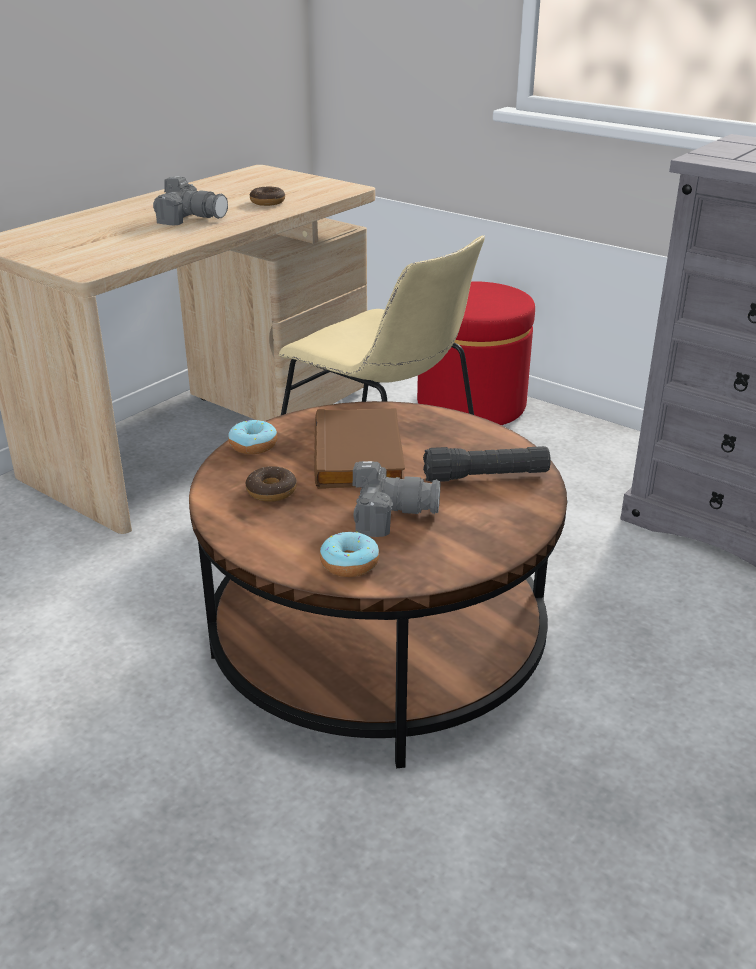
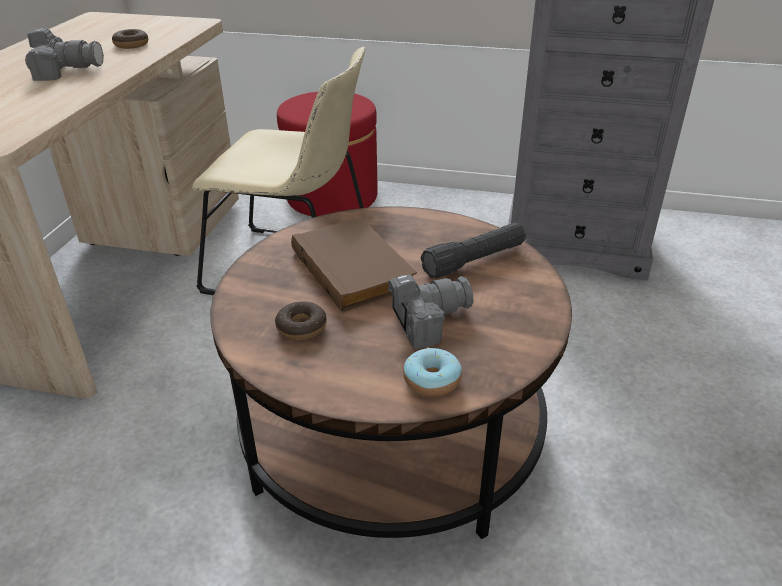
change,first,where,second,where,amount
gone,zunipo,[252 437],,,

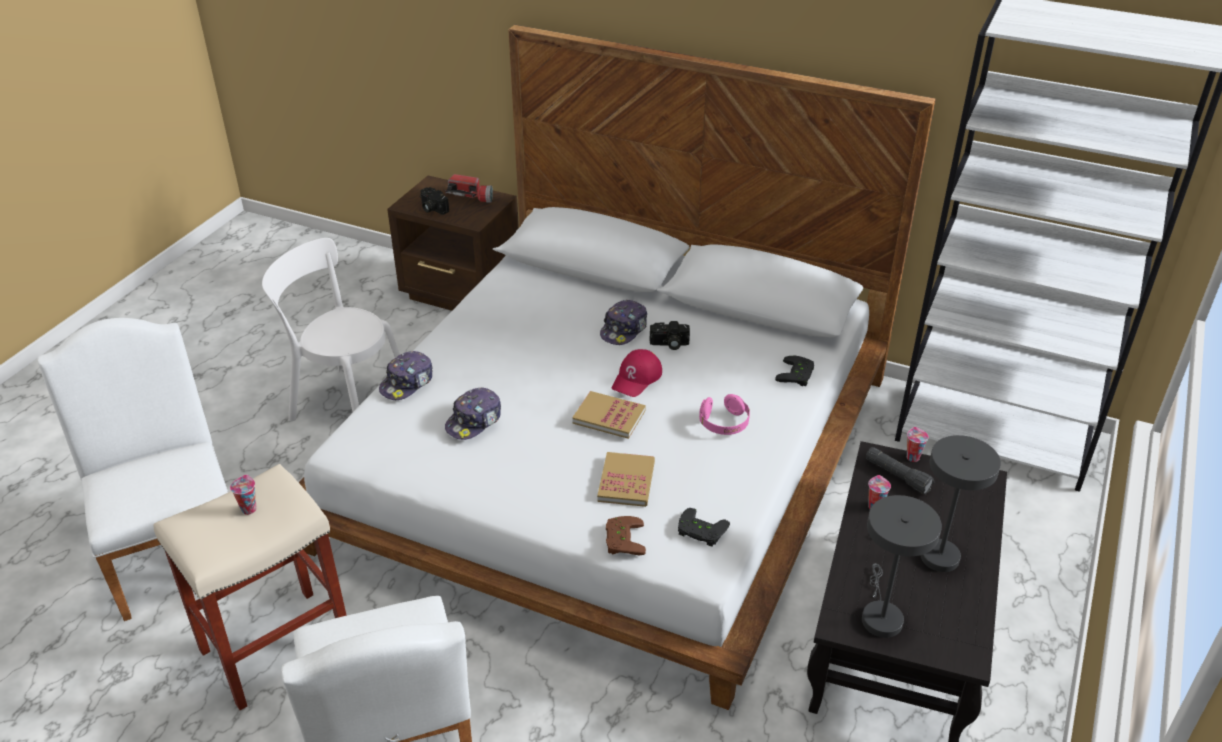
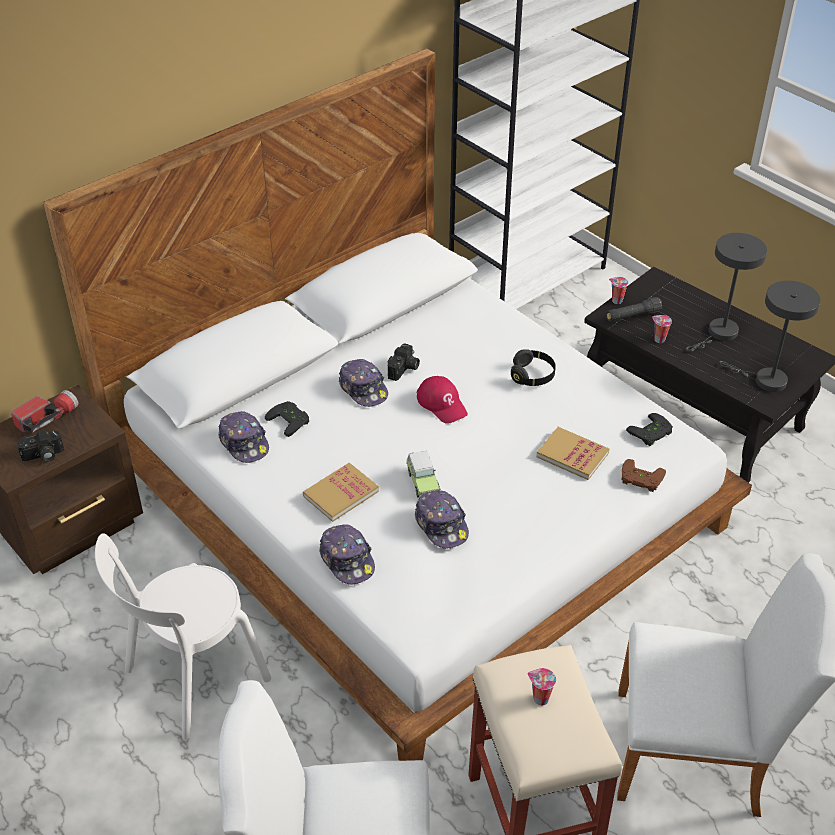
change,first,where,second,where,amount
new,,,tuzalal,[243 437],
new,,,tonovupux,[423 474],
shifted,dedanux,[609 415],,[341 492],
shifted,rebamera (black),[794 371],,[287 419],
repainted,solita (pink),[724 414],solita (black),[533 367],

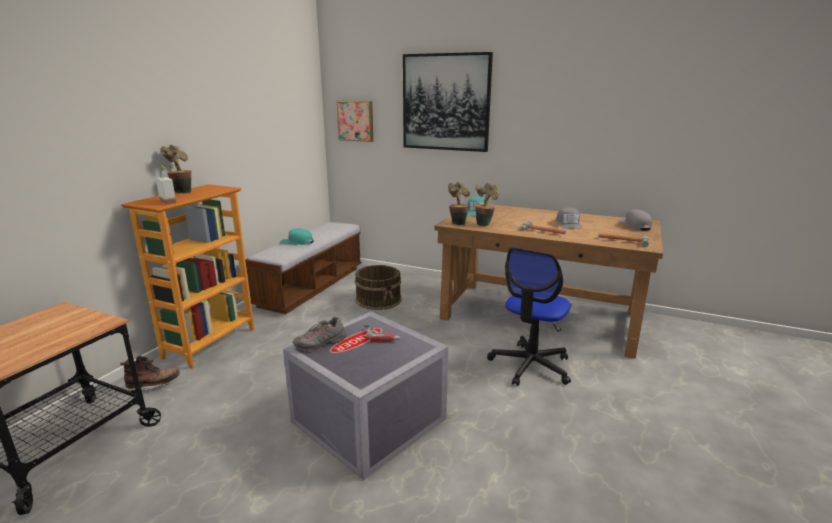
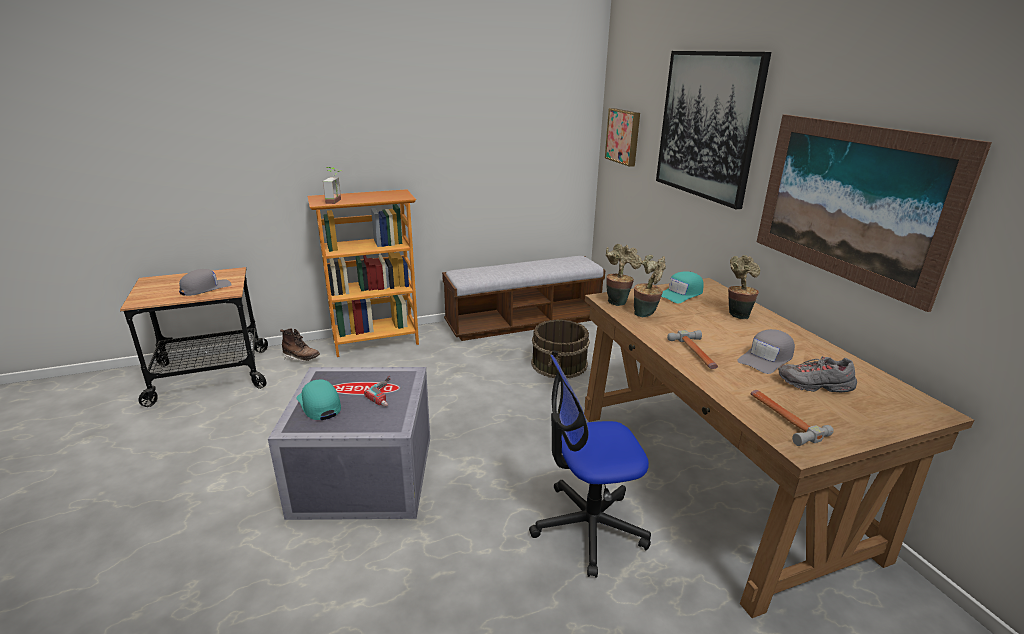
change,first,where,second,where,amount
new,,,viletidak,[874 213],
shifted,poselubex,[175 169],,[744 287],
shifted,tuzalal (turquoise),[297 237],,[318 400],
shifted,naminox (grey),[319 334],,[817 374],
shifted,tuzalal (grey),[635 219],,[205 282],

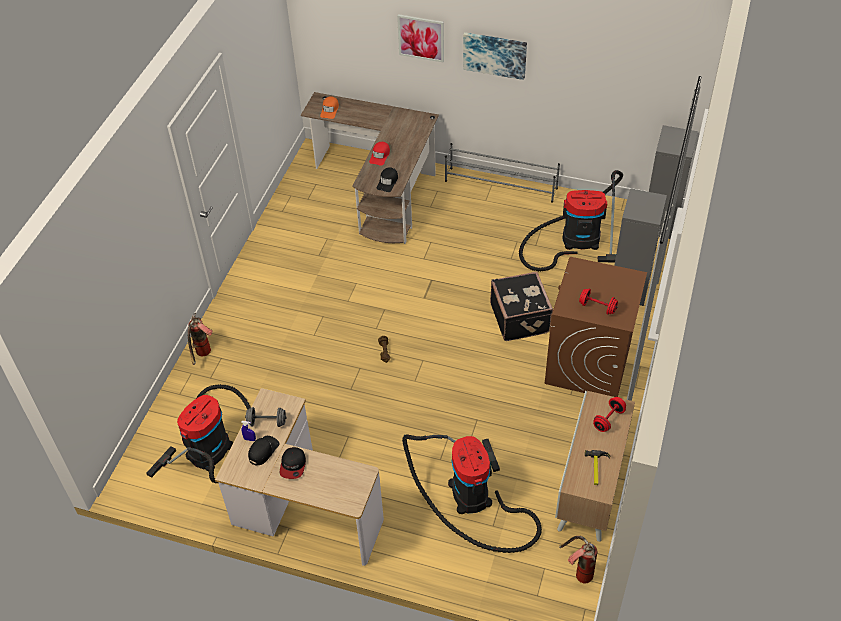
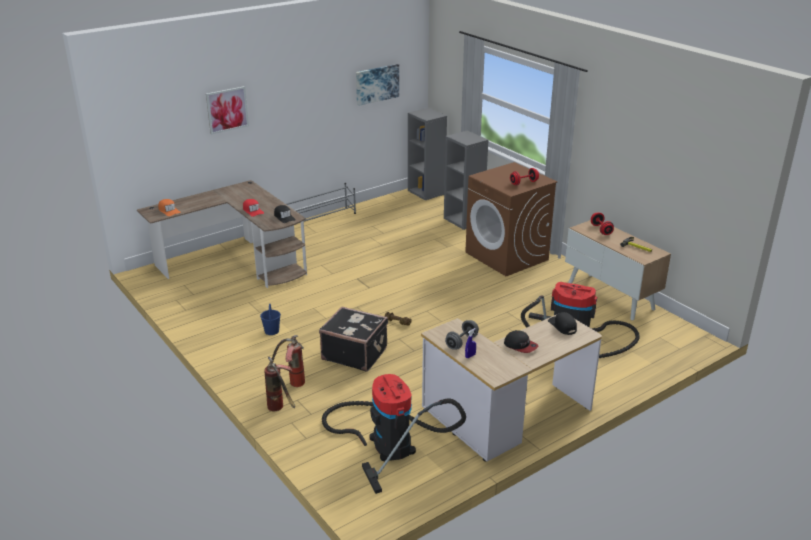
change,first,where,second,where,amount
gone,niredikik,[571 220],,,
new,,,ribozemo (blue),[270 319],
shifted,tuzalal (black),[264 451],,[562 323],
shifted,viletidak,[495 56],,[377 85],
shifted,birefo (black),[521 306],,[353 338],
shifted,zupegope,[578 559],,[288 361],

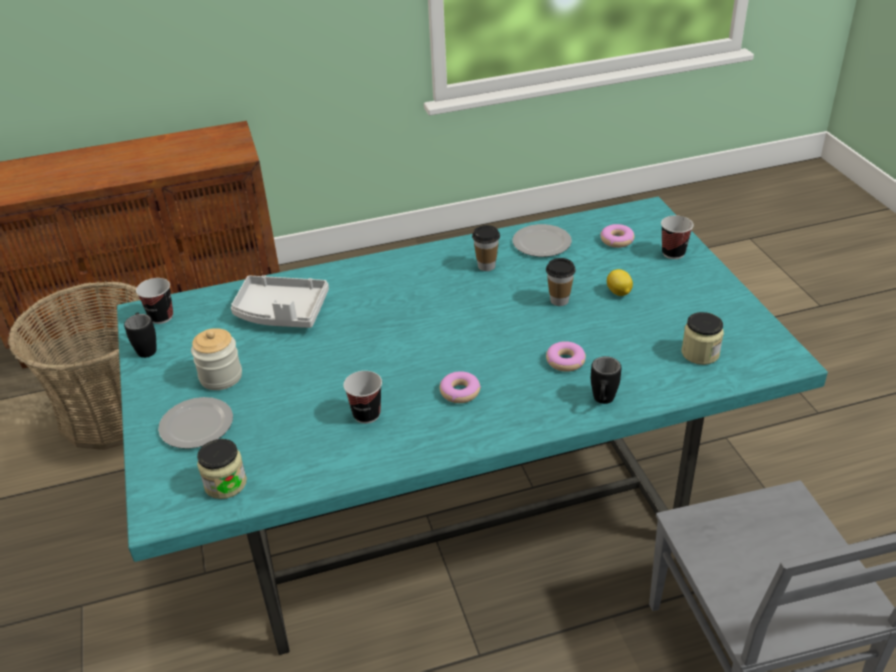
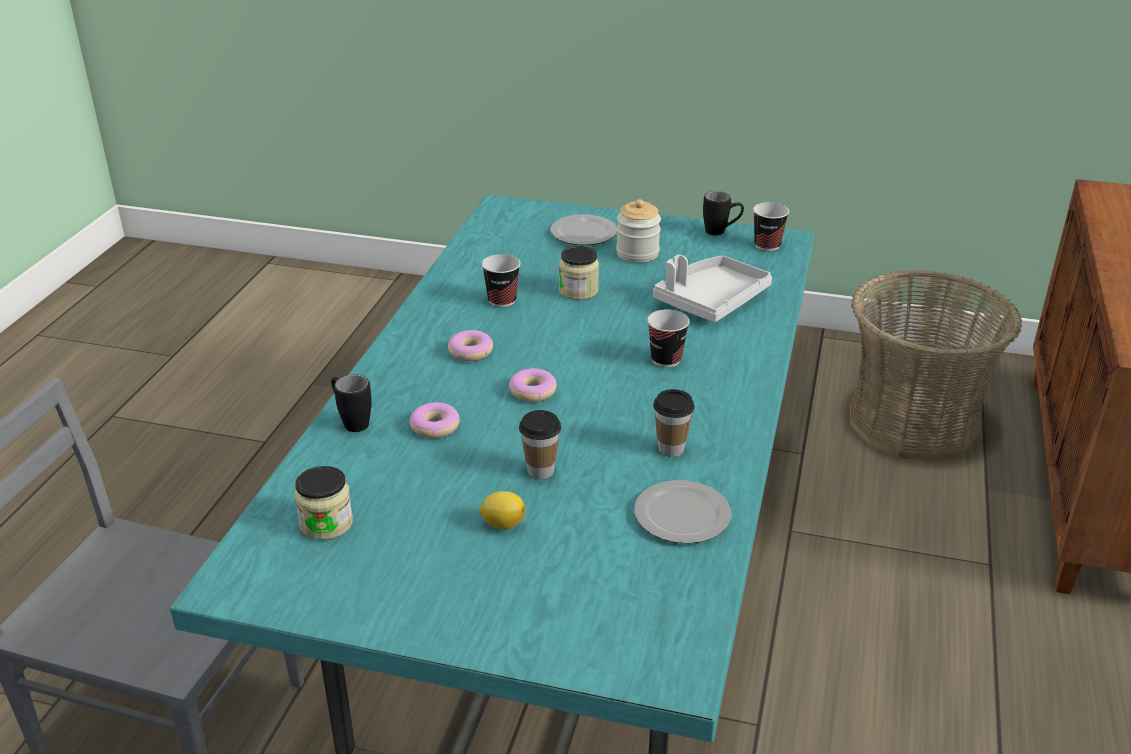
change,first,where,second,where,amount
shifted,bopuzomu,[222 469],,[579 273],
shifted,zunipo,[617 236],,[533 385],
shifted,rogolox,[677 237],,[668 338],

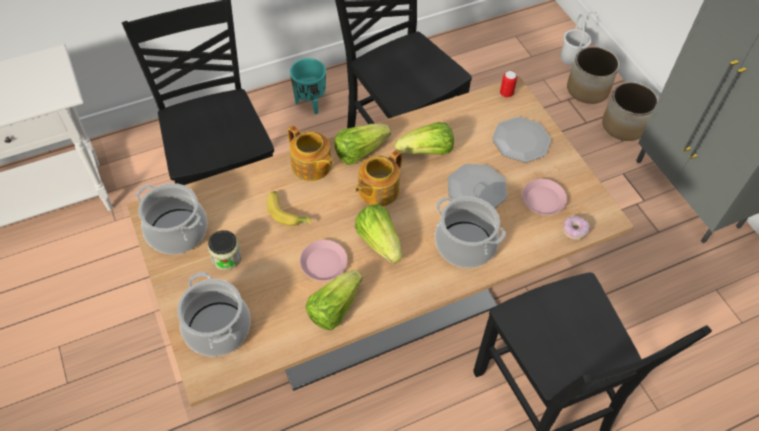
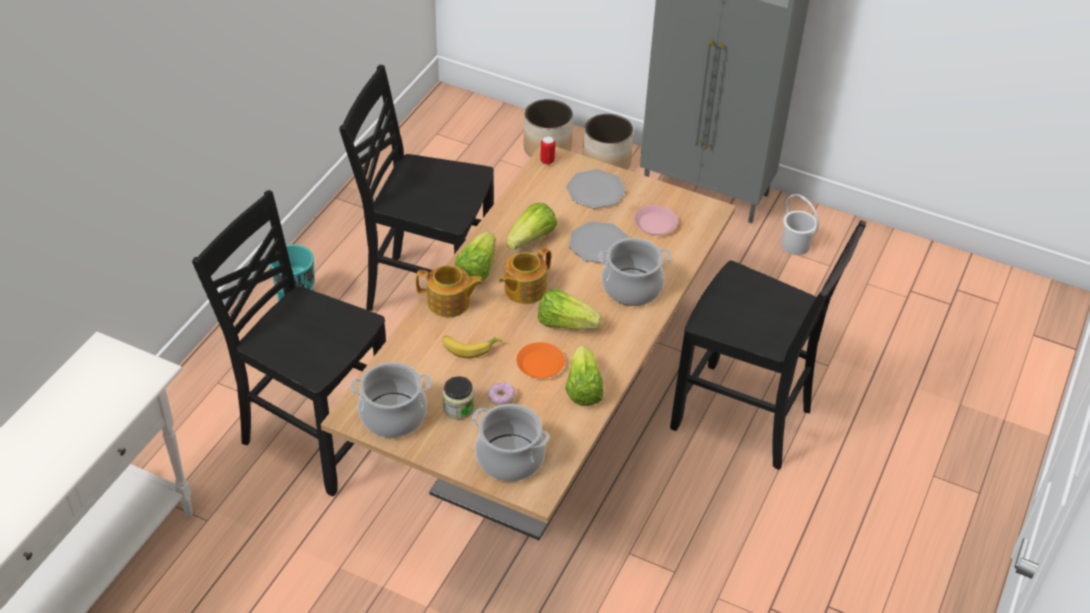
change,first,where,second,where,amount
shifted,ribozemo (white),[575 40],,[800 224],
shifted,zunipo,[576 228],,[501 394],
repainted,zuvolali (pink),[324 260],zuvolali (orange),[540 360],
rotated,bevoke,[378 178],,[525 275],45 degrees clockwise

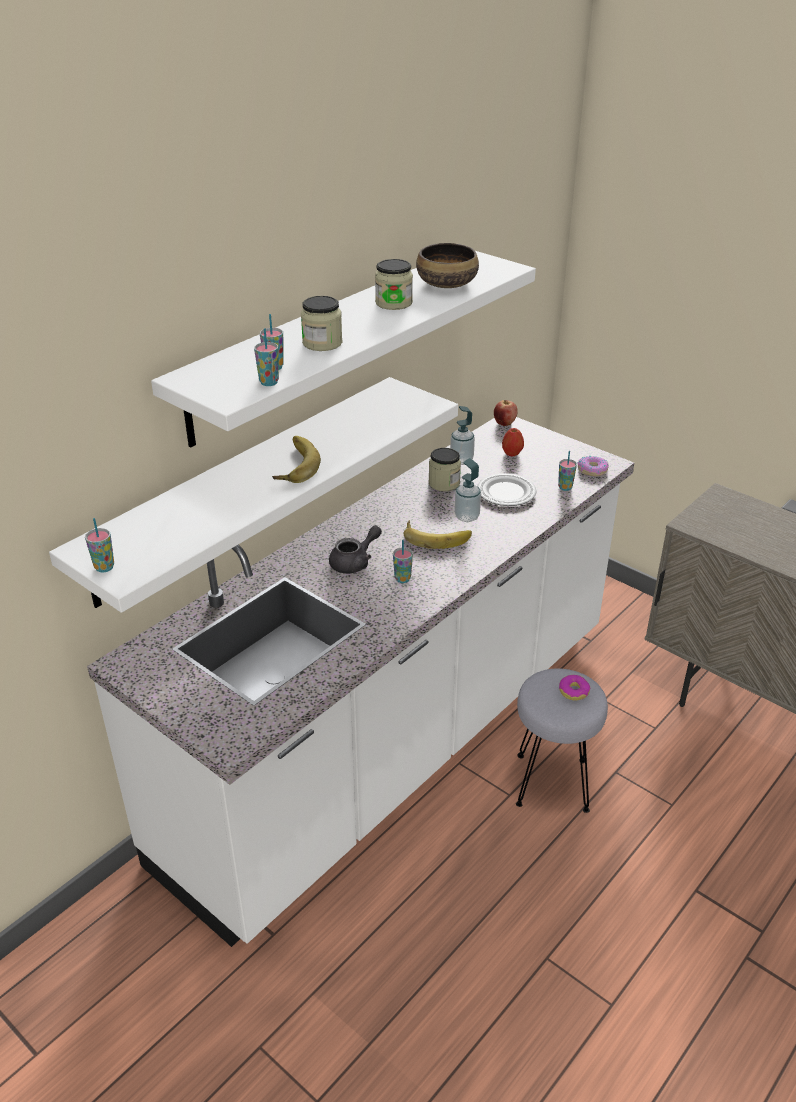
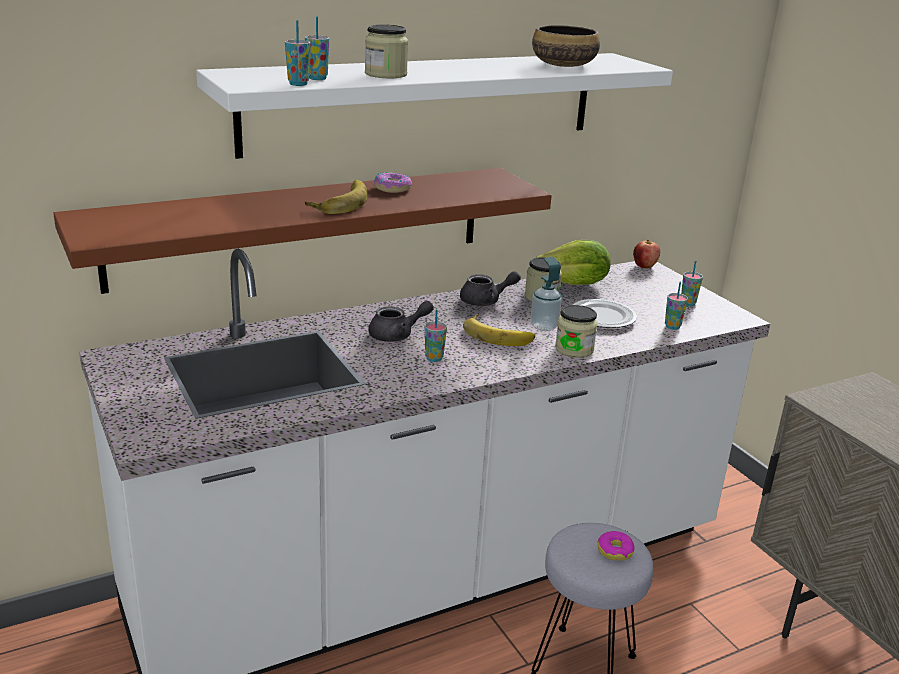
change,first,where,second,where,amount
gone,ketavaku,[513 442],,,
new,,,bevoke (grey),[490 288],
shifted,rogolox,[99 545],,[692 283],
shifted,bopuzomu,[394 284],,[576 331],
shifted,zunipo,[593 466],,[393 182],
swapped,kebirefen,[462 435],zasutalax,[573 262],
repainted,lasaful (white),[253 495],lasaful (brown),[302 231],

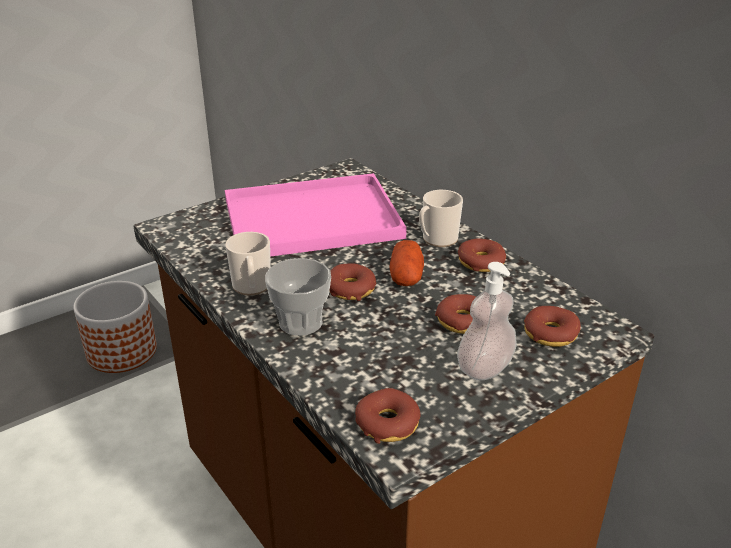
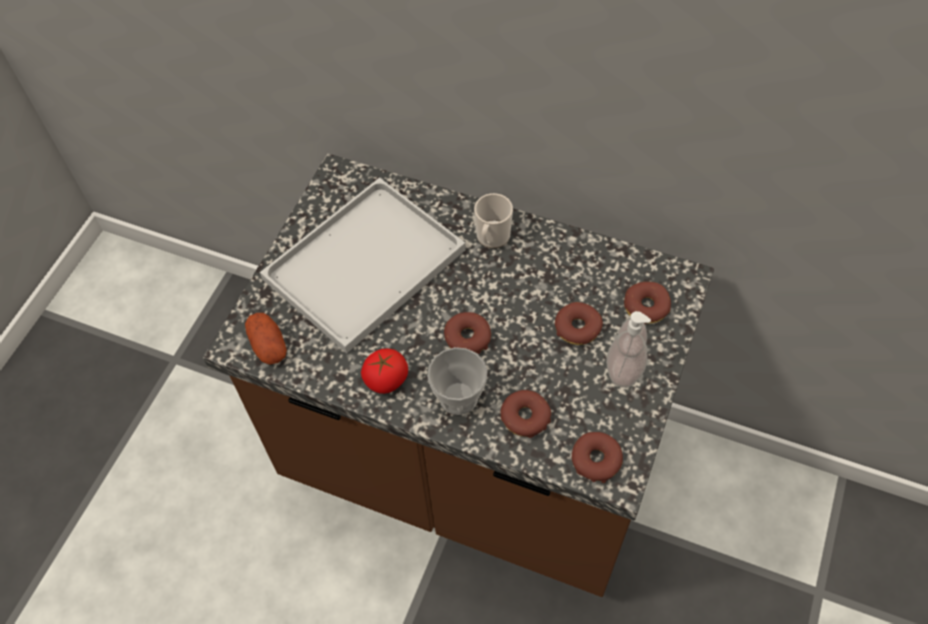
change,first,where,second,where,amount
gone,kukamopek,[115 327],,,
shifted,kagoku,[406 263],,[266 339],
shifted,zunipo,[482 255],,[526 414],
swapped,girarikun,[248 264],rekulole,[384 371],
repainted,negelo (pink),[316 215],negelo (white),[363 265],

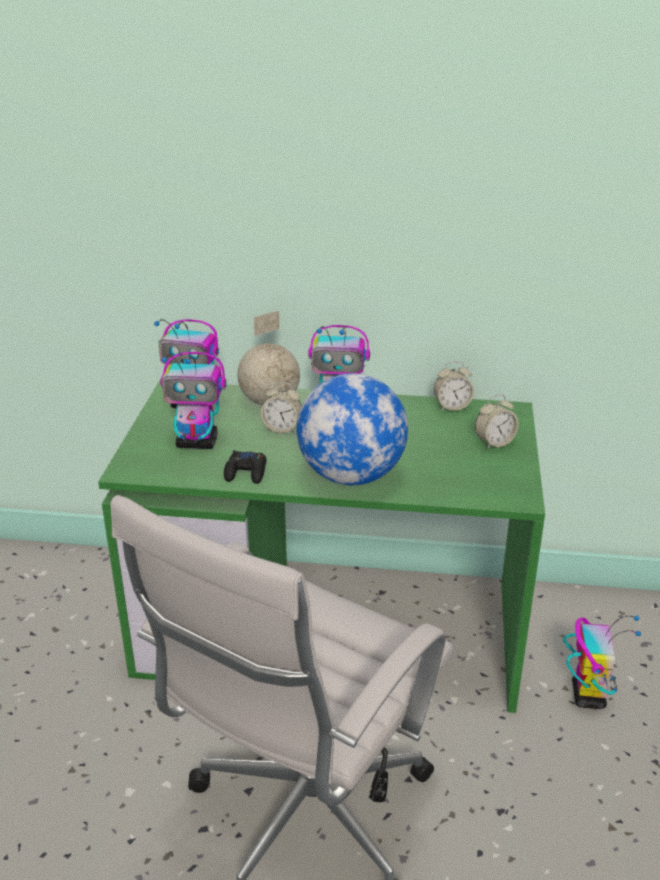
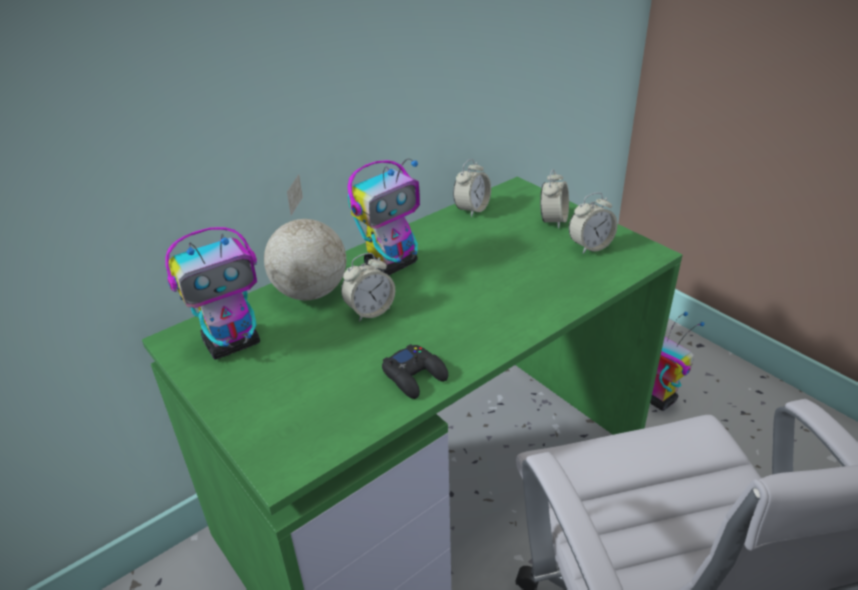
change,first,where,second,where,amount
gone,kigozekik,[193 400],,,
gone,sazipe,[352 429],,,
new,,,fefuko,[593 223],

